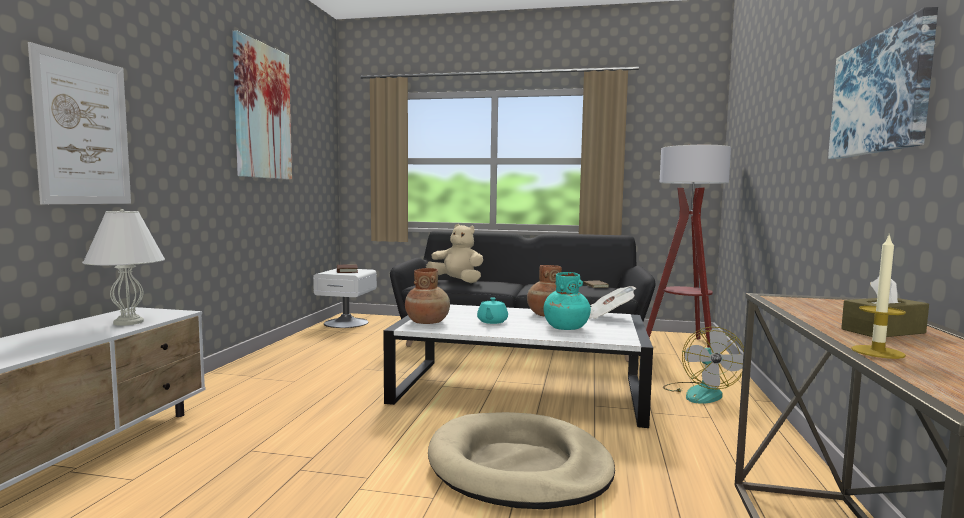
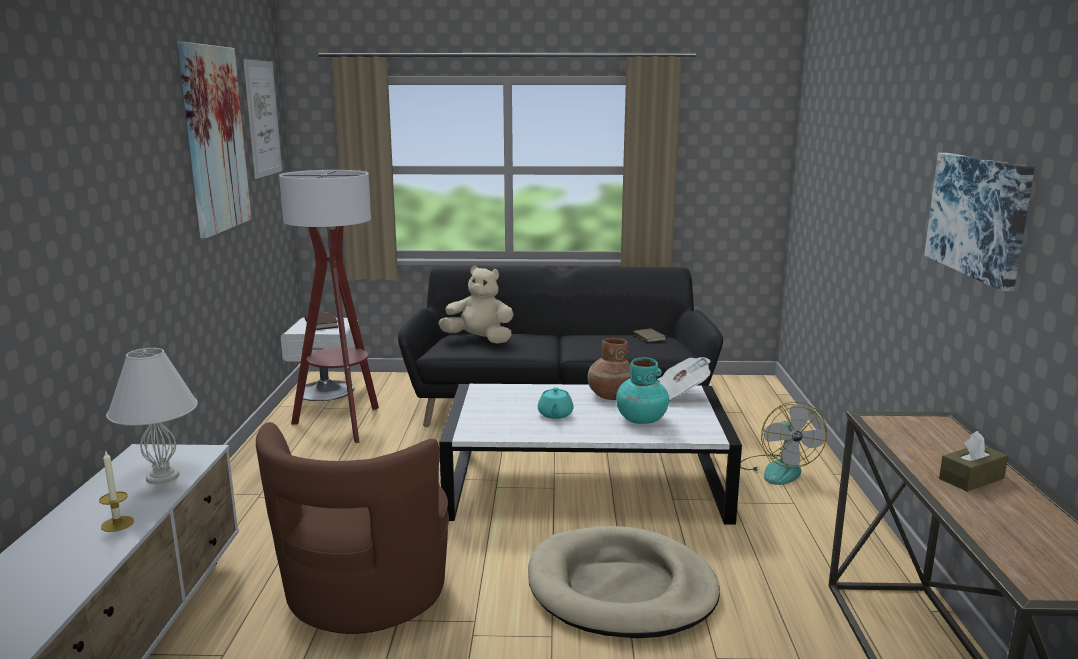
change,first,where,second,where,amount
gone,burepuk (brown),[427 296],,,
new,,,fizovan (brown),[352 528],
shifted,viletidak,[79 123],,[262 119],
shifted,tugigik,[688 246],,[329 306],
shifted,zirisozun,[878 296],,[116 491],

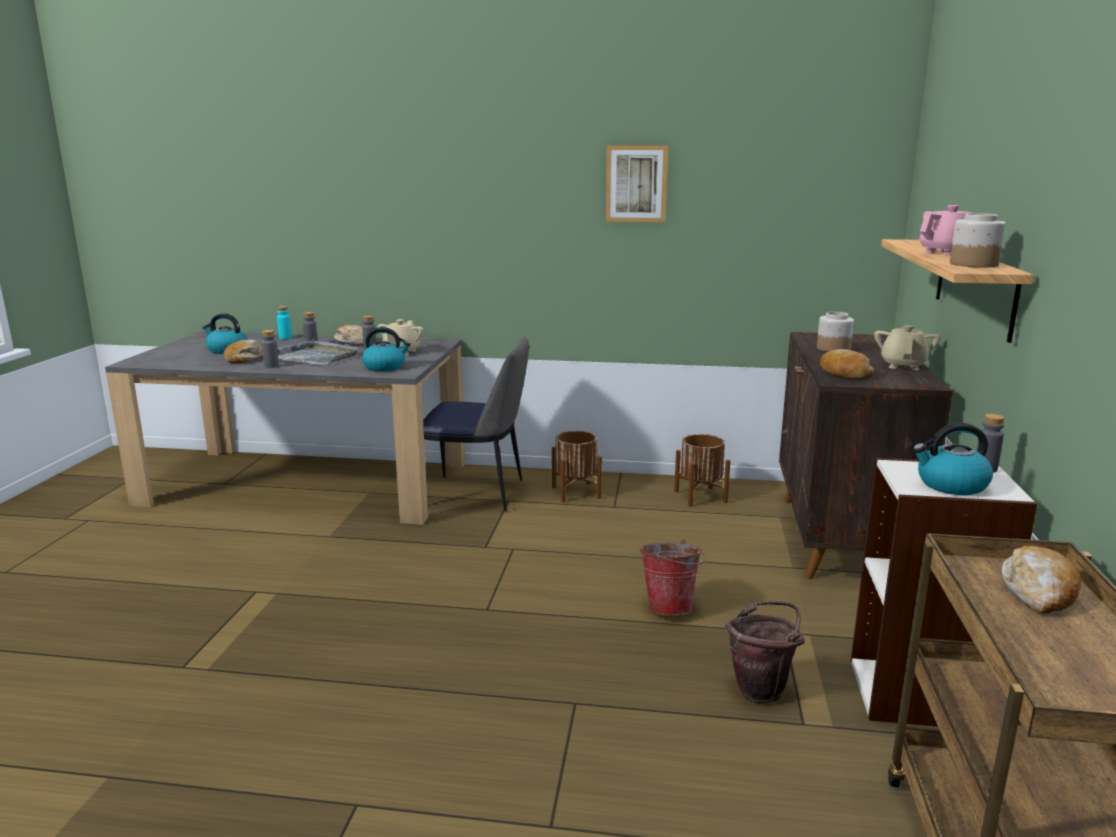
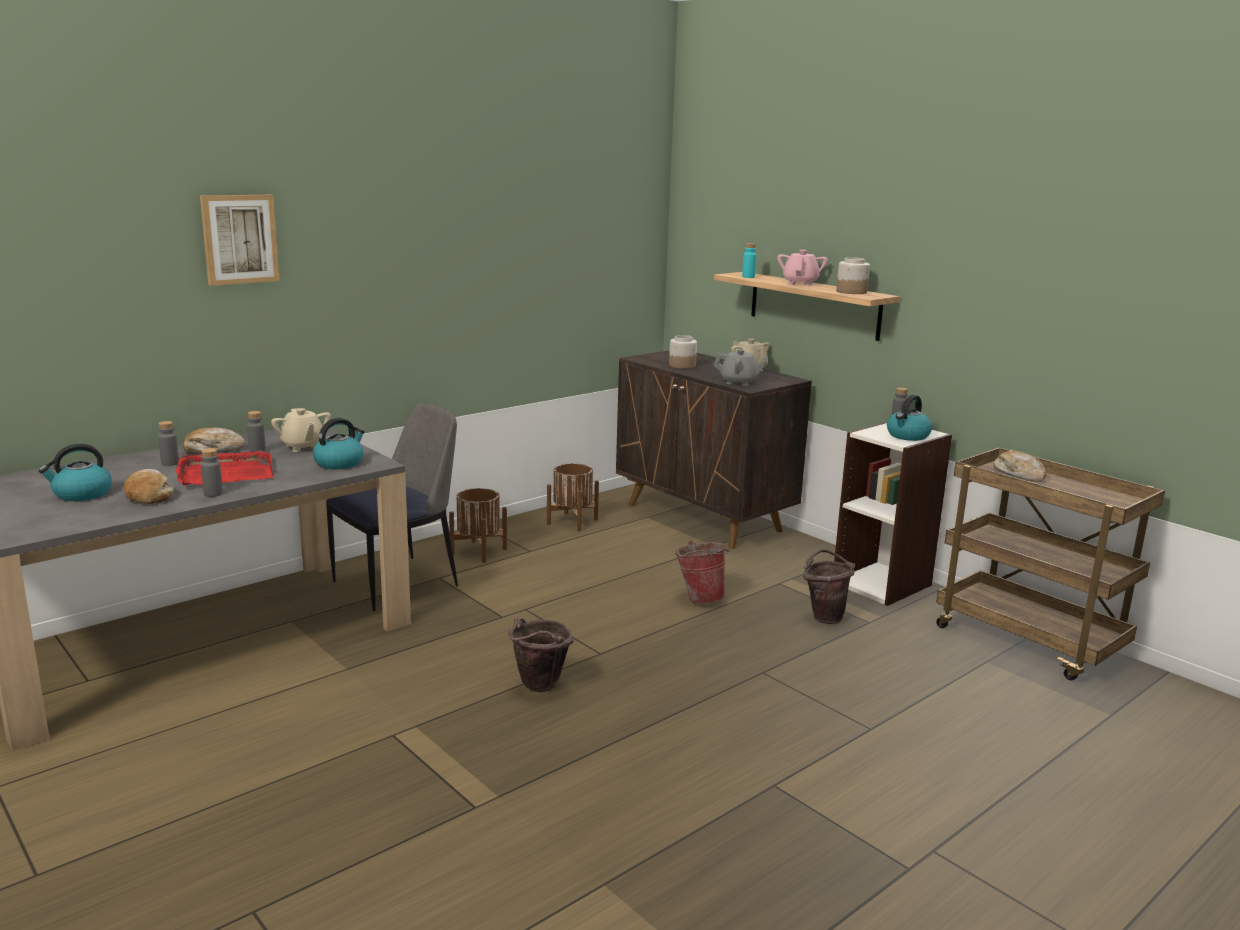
change,first,where,second,where,amount
new,,,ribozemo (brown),[541 655],
shifted,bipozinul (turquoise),[284 322],,[749 260],
shifted,viletidak,[636 184],,[240 240],
swapped,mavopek,[847 364],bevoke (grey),[740 367],
repainted,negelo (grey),[318 352],negelo (red),[224 468],

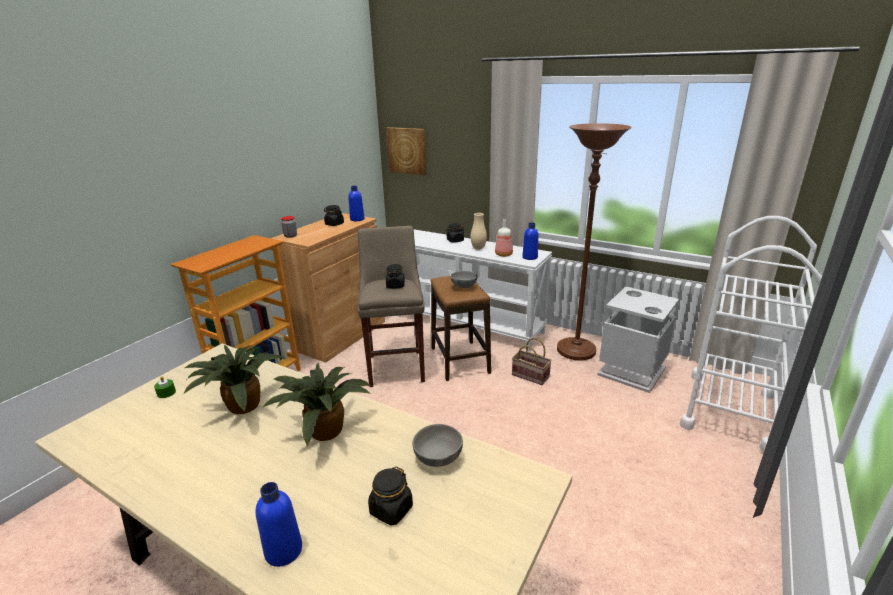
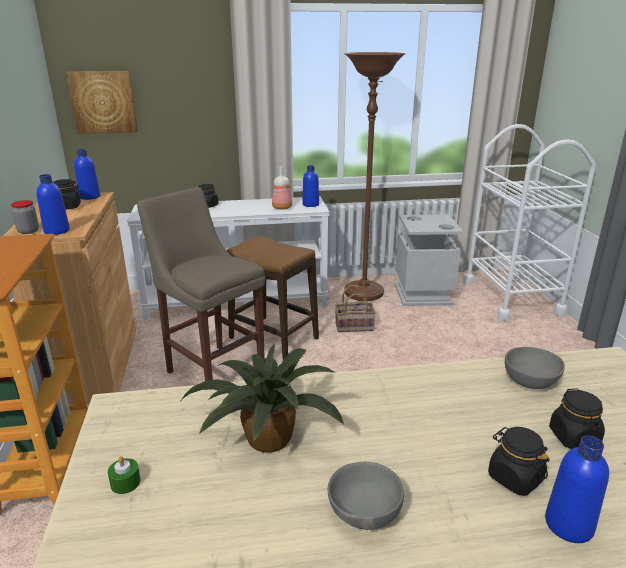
change,first,where,second,where,amount
gone,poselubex,[316 404],,,
gone,burepuk (beige),[478 231],,,
new,,,bipozinul (blue),[53 204],
shifted,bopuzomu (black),[395 276],,[519 461],
shifted,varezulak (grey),[463 279],,[366 496],

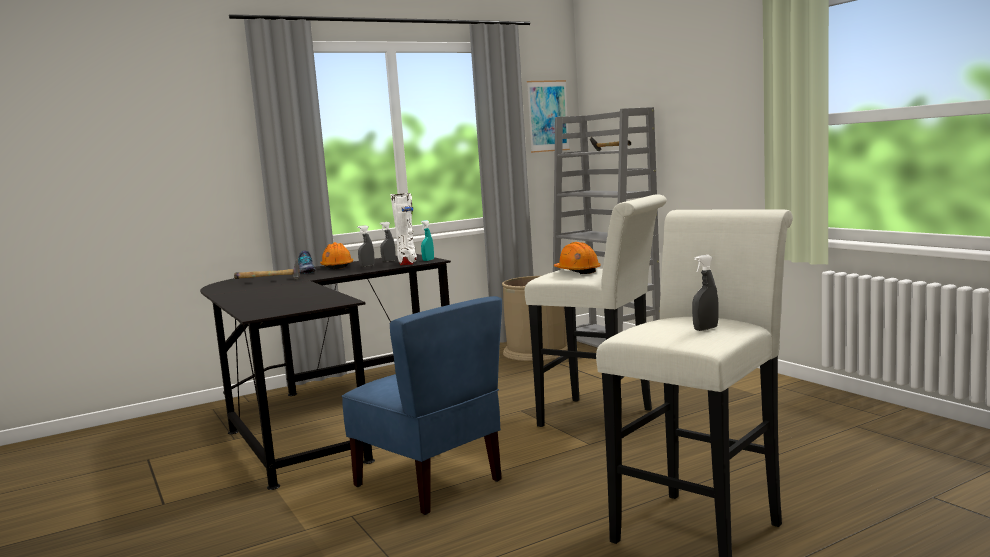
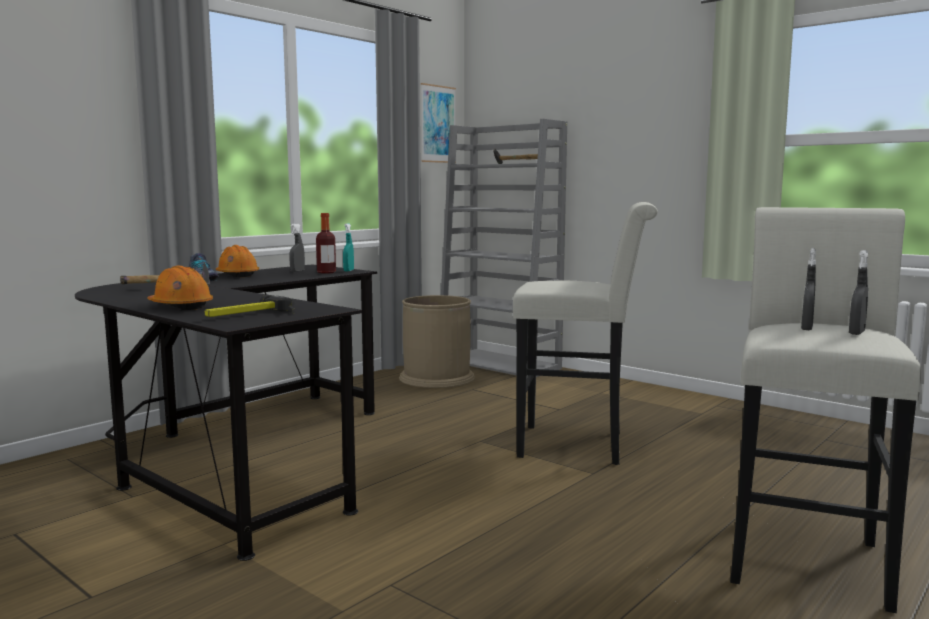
change,first,where,second,where,amount
gone,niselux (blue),[421 405],,,
new,,,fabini,[250 306],
shifted,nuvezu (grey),[366 246],,[808 289],
shifted,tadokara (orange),[577 258],,[180 287],
swapped,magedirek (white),[403 229],bipozinul,[326 243],

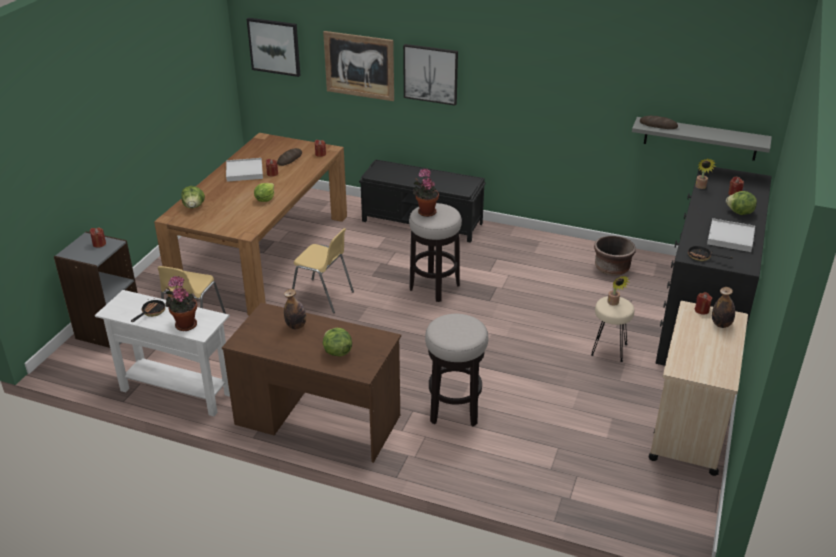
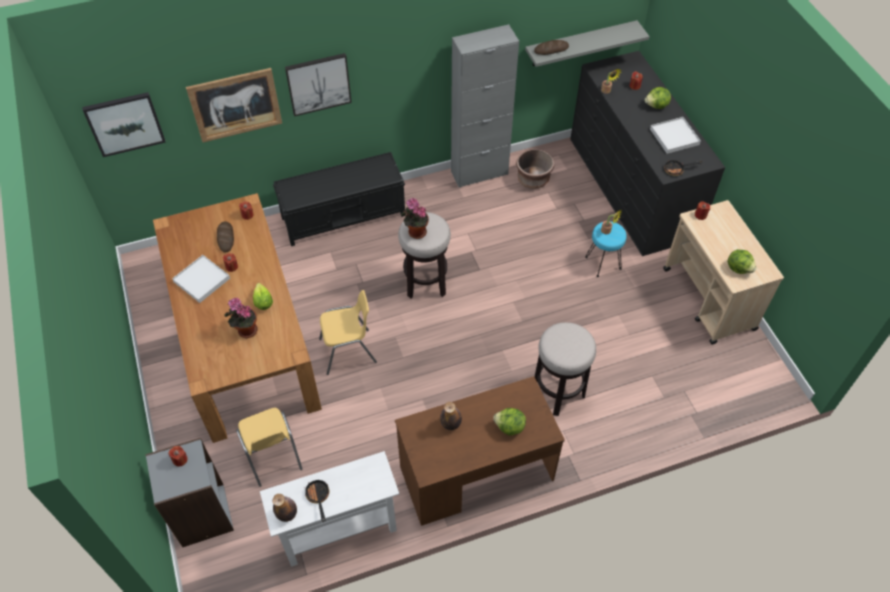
change,first,where,second,where,amount
new,,,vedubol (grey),[485 106],
shifted,poselubex,[181 303],,[241 318],
shifted,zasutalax,[193 197],,[741 261],
shifted,bipozinul,[723 307],,[284 508],
repainted,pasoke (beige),[612 329],pasoke (turquoise),[606 249],

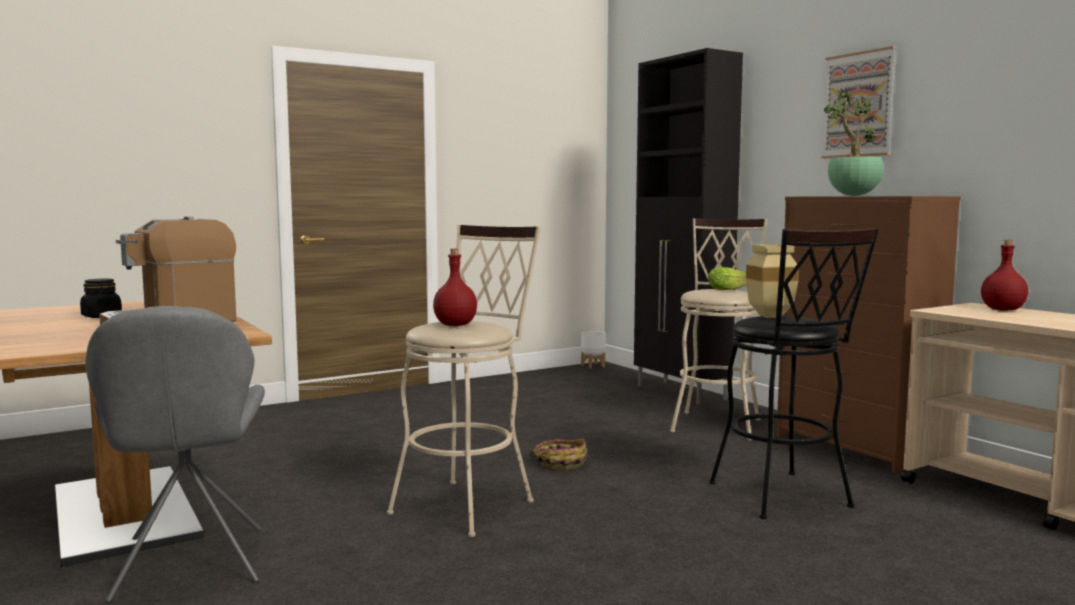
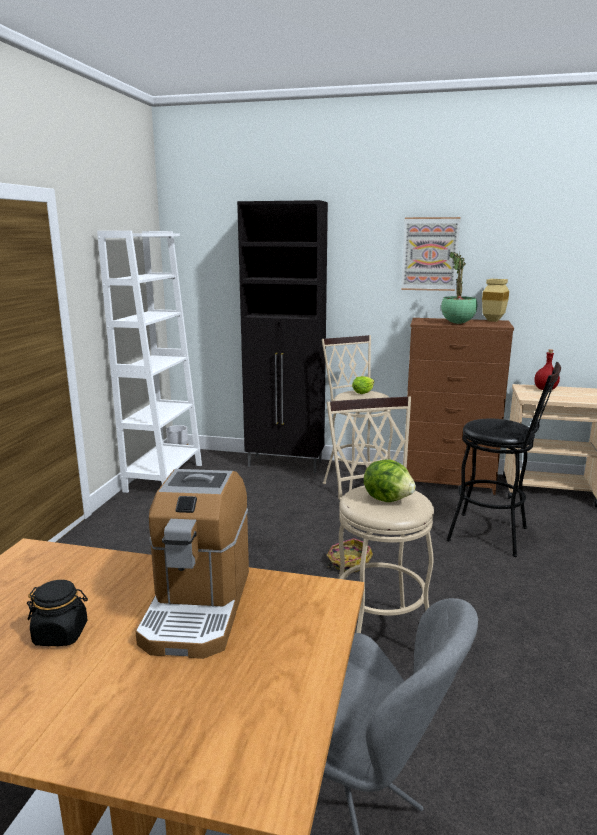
change,first,where,second,where,amount
new,,,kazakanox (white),[149 362],
shifted,burepuk (beige),[772 281],,[495 300],
swapped,bipozinul (red),[455 287],zasutalax,[390 480],

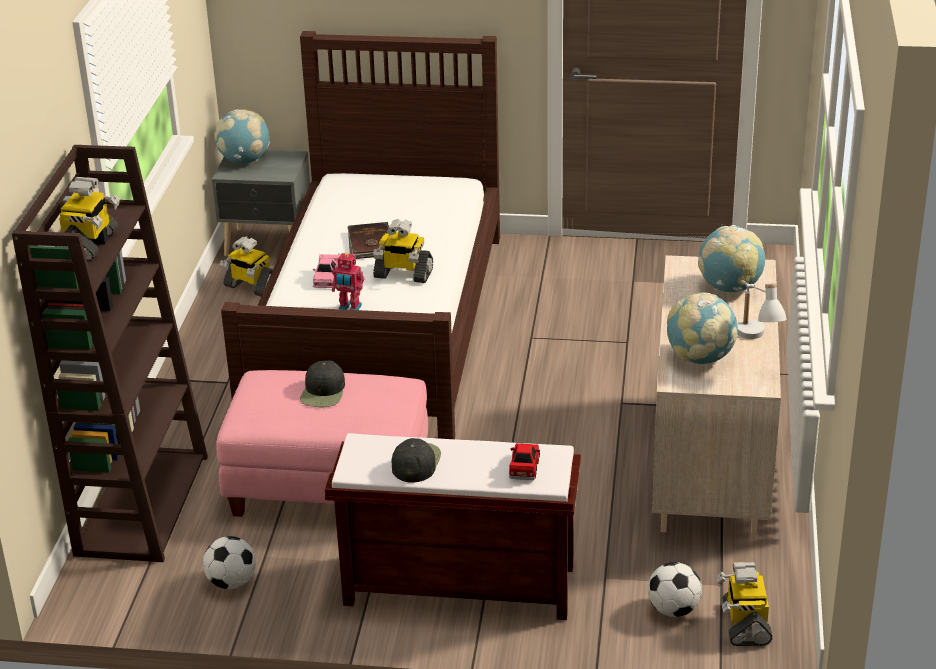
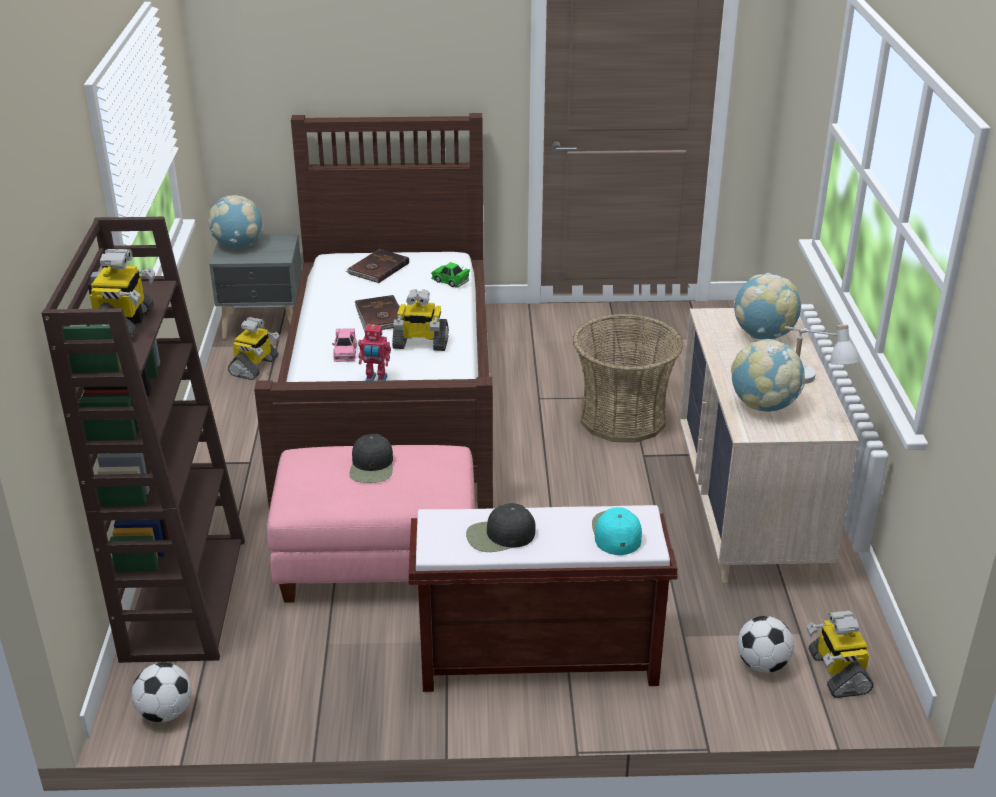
change,first,where,second,where,amount
new,,,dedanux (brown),[377 266],
new,,,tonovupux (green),[450 274],
new,,,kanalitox,[628 378],
shifted,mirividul,[229 562],,[162 692],
swapped,tonovupux (red),[524 461],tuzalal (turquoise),[617 531],
rotated,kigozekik,[246 266],,[254 348],90 degrees counterclockwise
rotated,tuzalal (black),[416 460],,[501 527],105 degrees counterclockwise

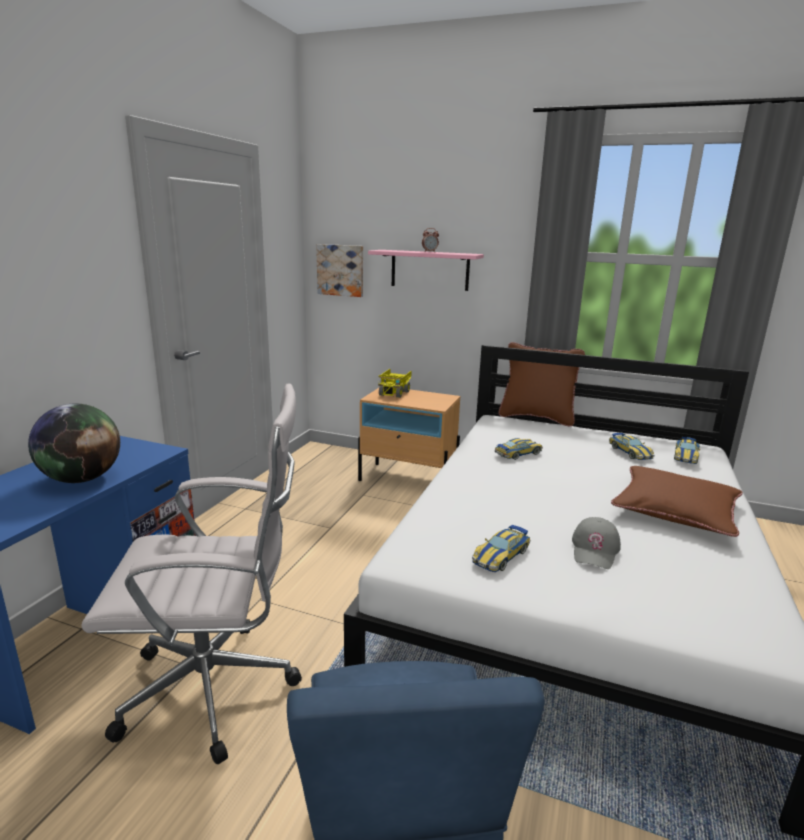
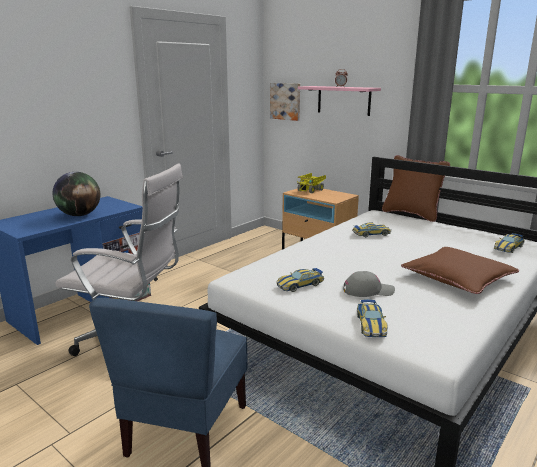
change,first,where,second,where,amount
shifted,tonovupux,[632 446],,[372 318],
rotated,tuzalal (grey),[596 543],,[369 284],135 degrees counterclockwise

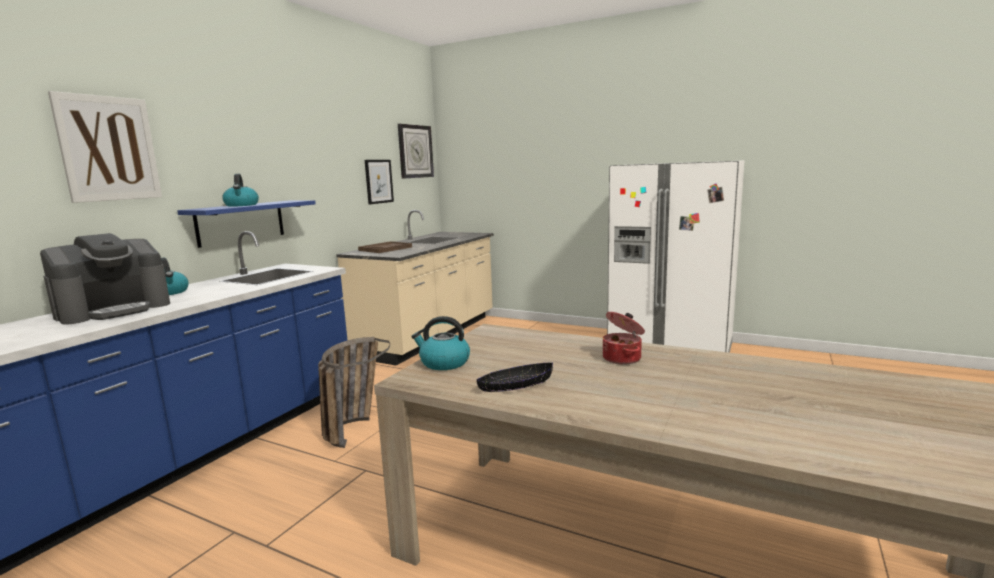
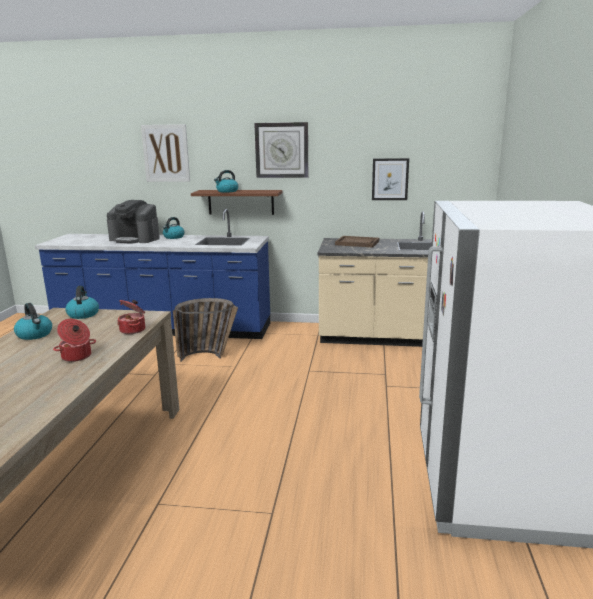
change,first,where,second,where,amount
new,,,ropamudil,[131 317],
shifted,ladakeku,[416 151],,[281 150],
swapped,varezulak (black),[515 377],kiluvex,[33 321],
repainted,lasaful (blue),[246 224],lasaful (brown),[237 202],

